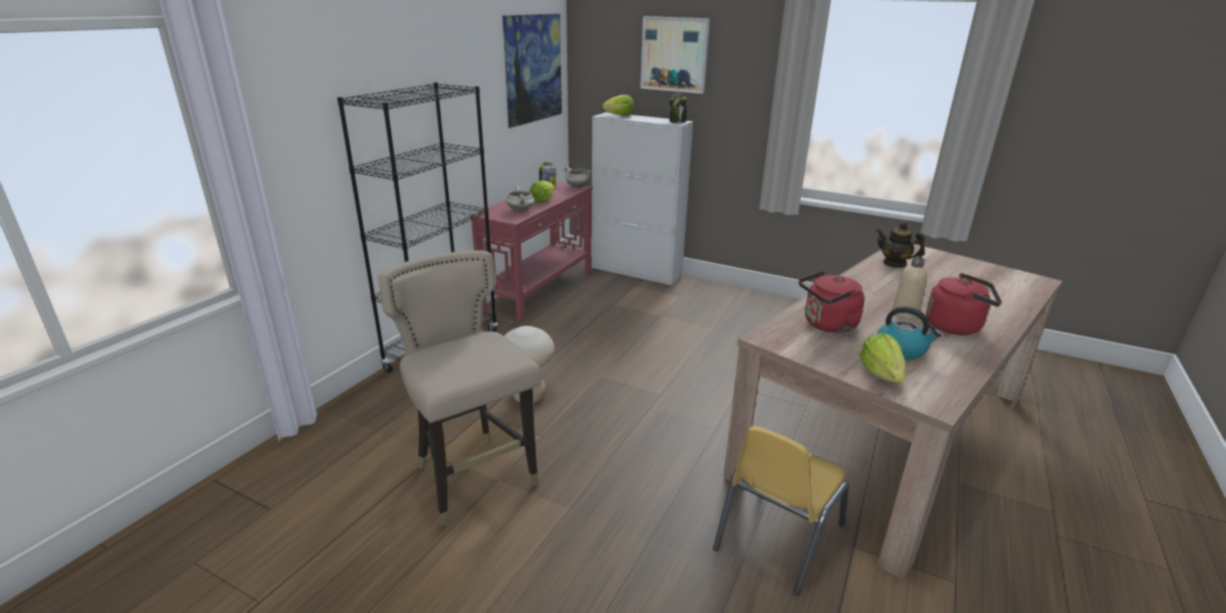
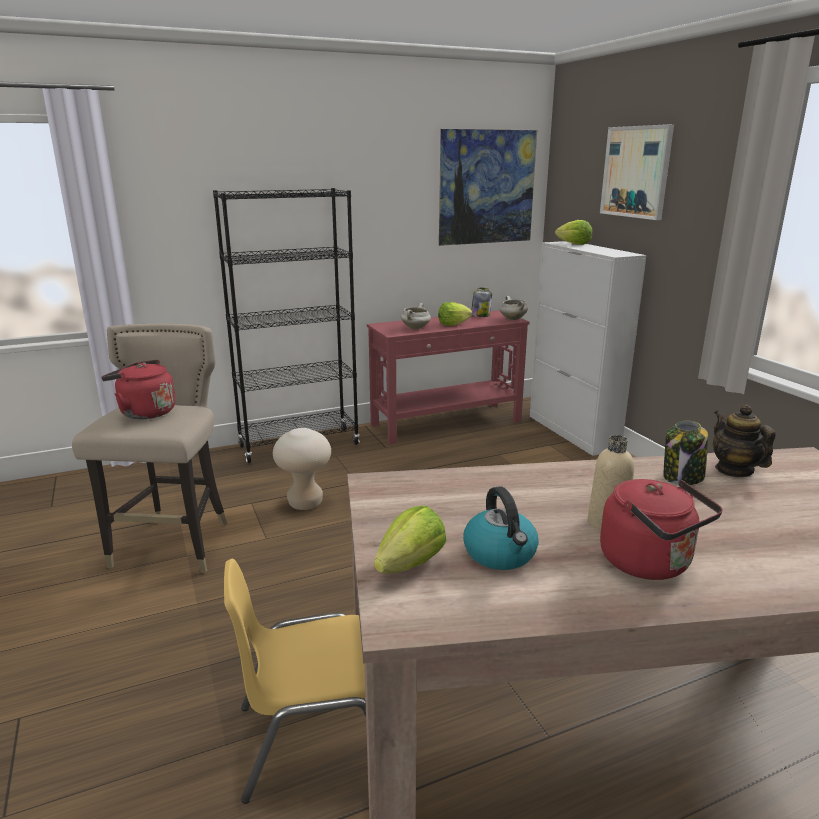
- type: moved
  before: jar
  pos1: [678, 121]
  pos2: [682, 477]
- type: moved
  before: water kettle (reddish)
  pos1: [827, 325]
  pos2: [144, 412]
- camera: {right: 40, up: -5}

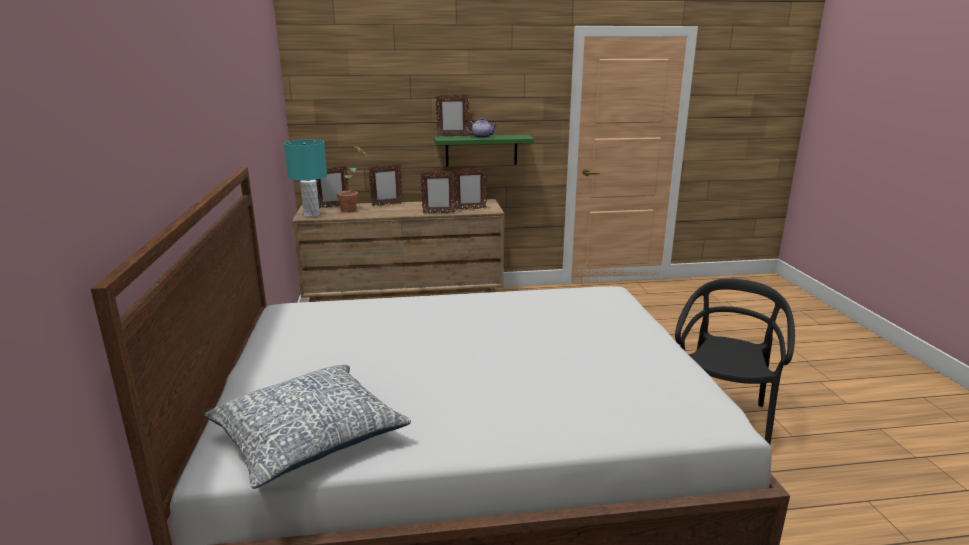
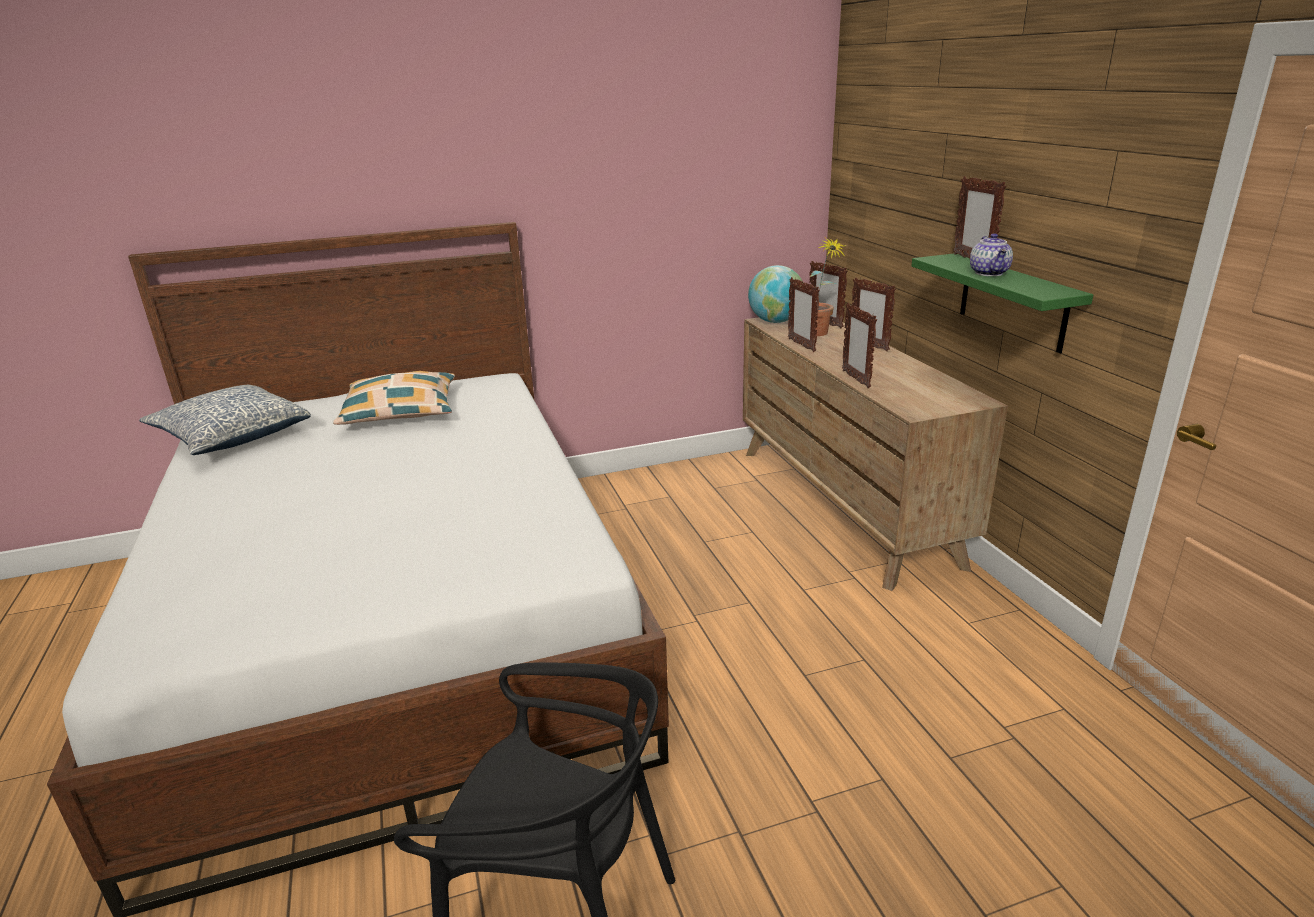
- type: replaced
  before: table lamp (turquoise)
  after: globe
  pos1: [311, 215]
  pos2: [775, 321]
- type: moved
  before: standing frame
  pos1: [470, 209]
  pos2: [801, 345]
- type: added
  after: pillow
  pos2: [400, 411]
- camera: {right: 80, up: 5}

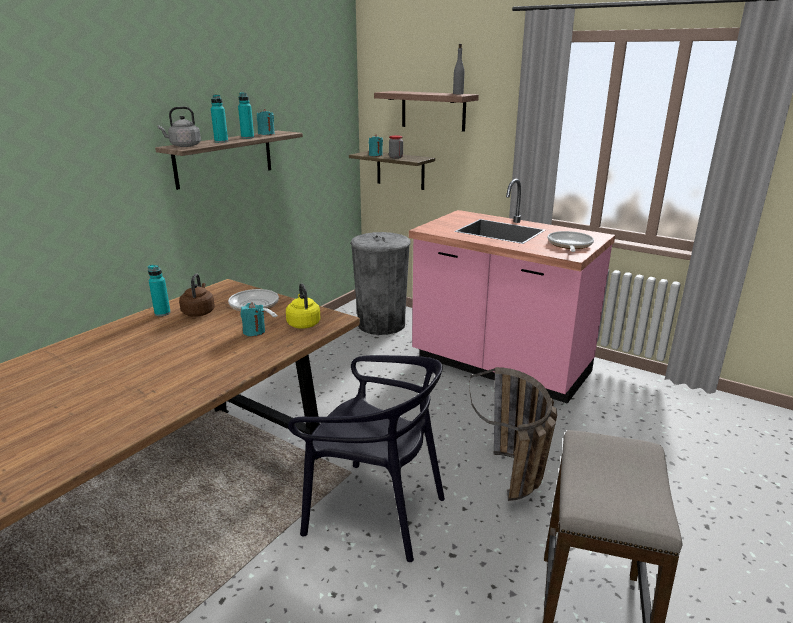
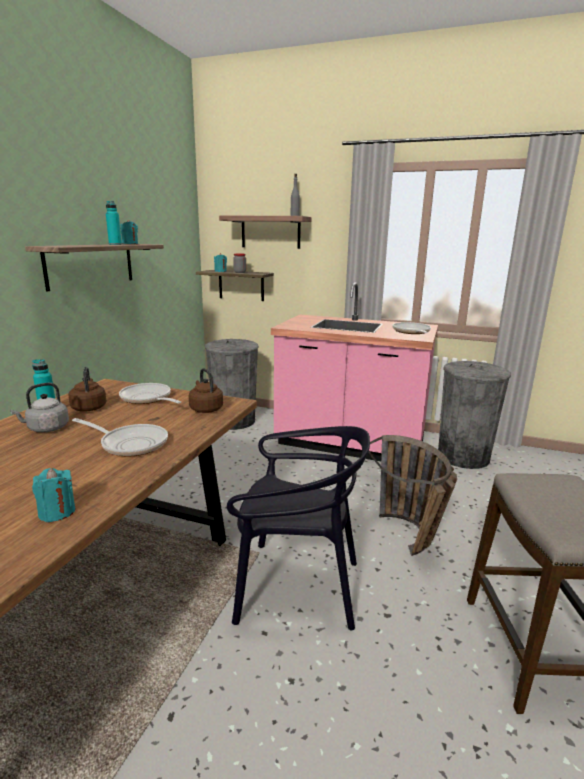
- type: removed
  before: bottle (turquoise)
  pos1: [221, 142]
- type: moved
  before: water kettle (grey)
  pos1: [183, 146]
  pos2: [46, 429]
- type: recoloured
  before: water kettle (yellow)
  after: water kettle (brown)
  pos1: [303, 323]
  pos2: [205, 409]
- type: moved
  before: wax candle (turquoise)
  pos1: [254, 332]
  pos2: [57, 512]
- type: added
  after: waste bin (grey)
  pos2: [463, 456]
- type: added
  after: frying pan
  pos2: [130, 444]
- camera: {right: -15, up: -5}

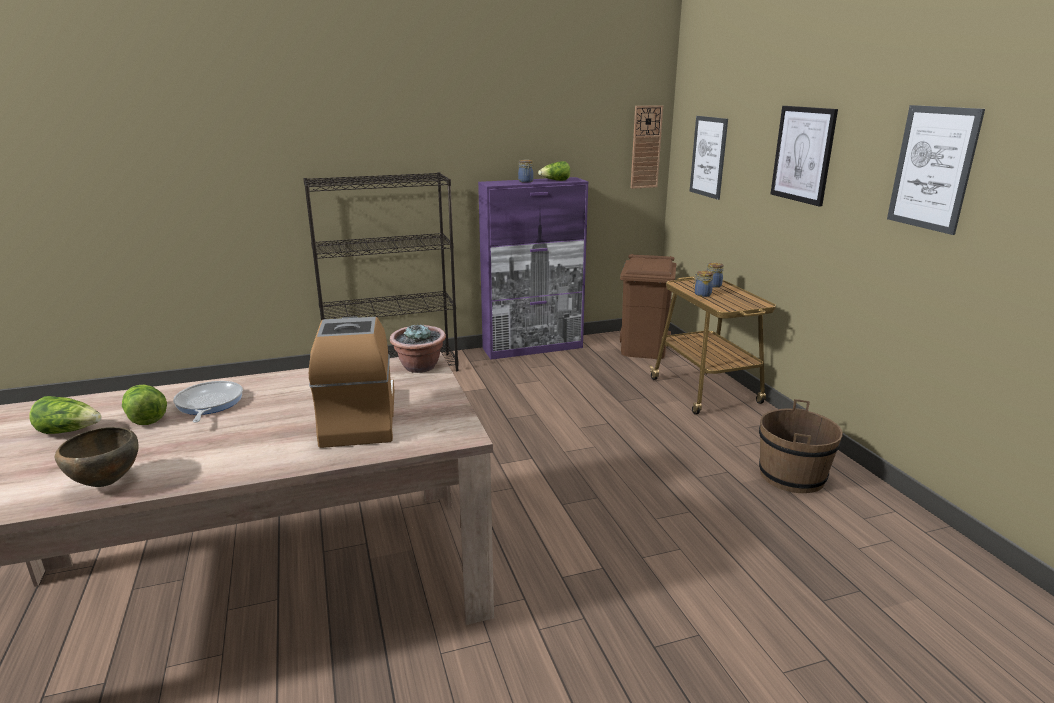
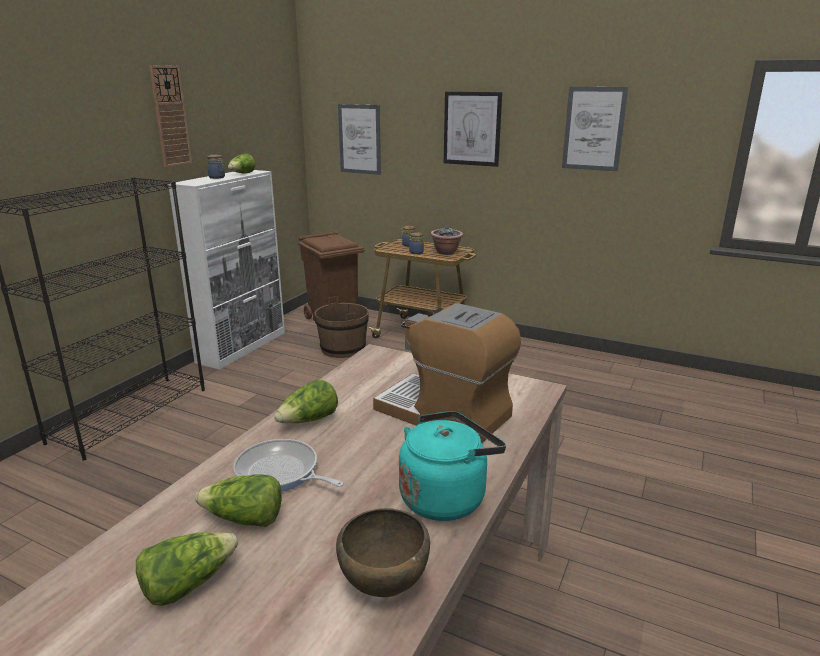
- type: moved
  before: clock on the wall
  pos1: [646, 147]
  pos2: [170, 116]
- type: recoloured
  before: cupboard (purple-coloured)
  after: cupboard (white)
  pos1: [533, 348]
  pos2: [242, 347]
- type: moved
  before: potted plant
  pos1: [420, 367]
  pos2: [446, 252]
- type: moved
  before: pail (brown)
  pos1: [792, 476]
  pos2: [343, 349]
- type: added
  after: head of lettuce
  pos2: [309, 421]
- type: added
  after: water kettle (turquoise)
  pos2: [446, 496]
- camera: {right: -45, up: 0}

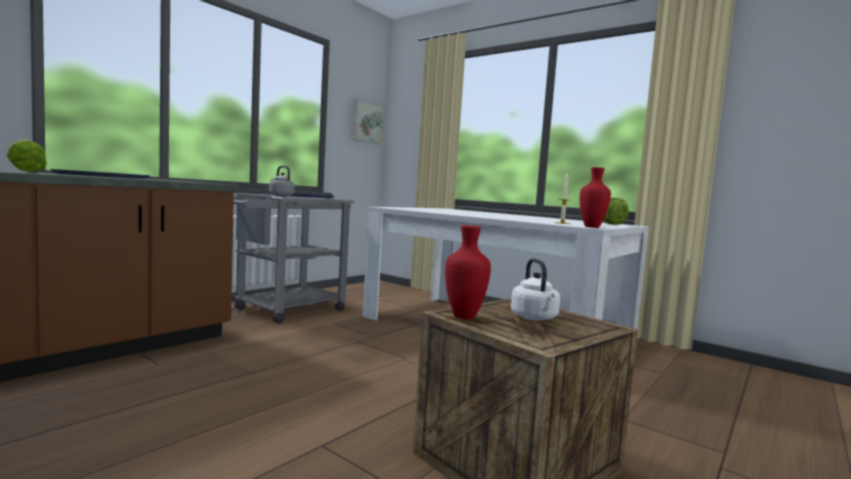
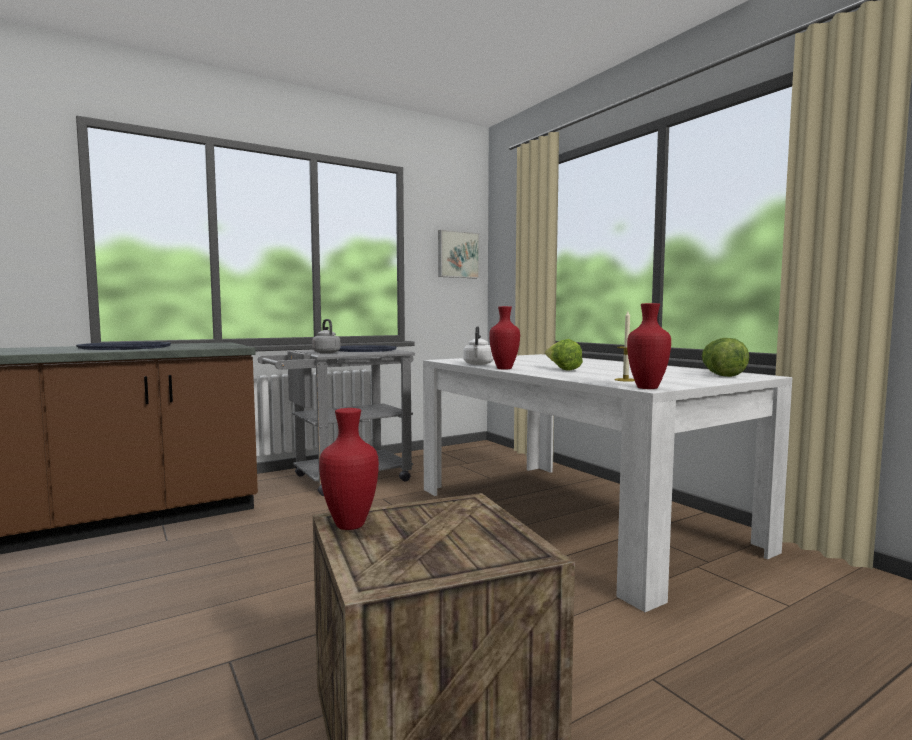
- type: moved
  before: head of lettuce
  pos1: [28, 171]
  pos2: [561, 369]
- type: moved
  before: water kettle (white)
  pos1: [535, 318]
  pos2: [478, 364]
- type: added
  after: flower vase (reddish)
  pos2: [505, 368]
- camera: {right: 20, up: 0}

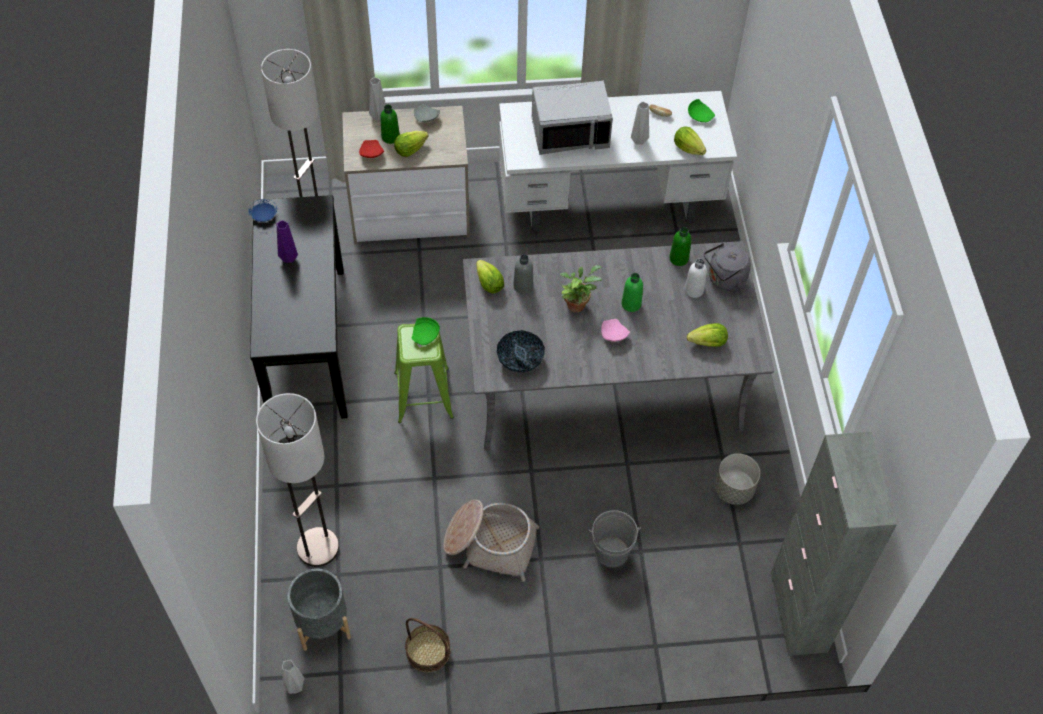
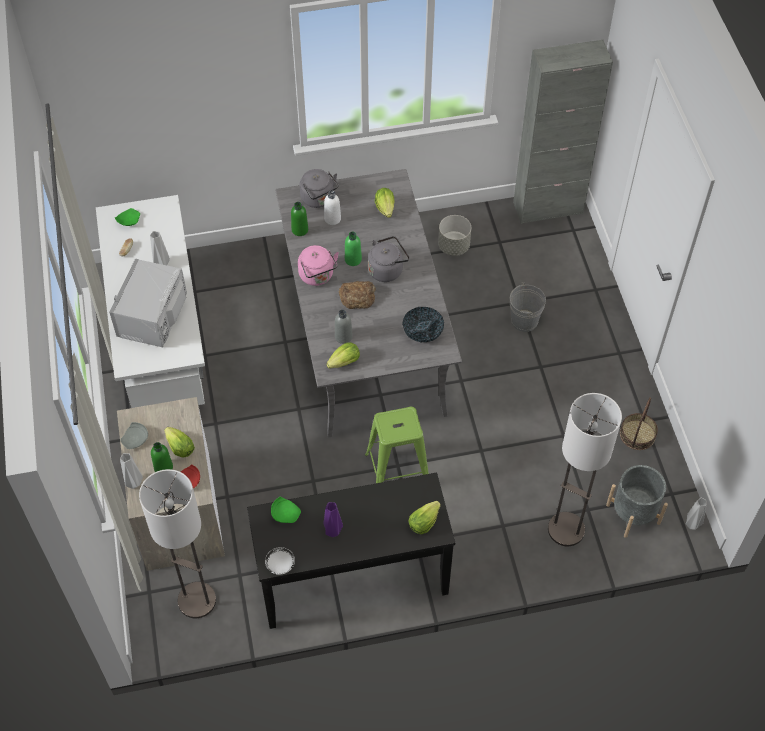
- type: turned
  before: microwave oven (grey)
  pos1: [570, 133]
  pos2: [153, 317]
  turn: -150
- type: moved
  before: head of lettuce
  pos1: [688, 148]
  pos2: [423, 522]
- type: recoloured
  before: dinner plate (bluish)
  after: dinner plate (white)
  pos1: [263, 216]
  pos2: [280, 565]
- type: replaced
  before: potted plant
  after: bakery bread
  pos1: [577, 303]
  pos2: [357, 296]
- type: moved
  before: dinner plate (greenish)
  pos1: [425, 335]
  pos2: [285, 513]
- type: replaced
  before: dinner plate (pink-coloured)
  after: water kettle (grey)
  pos1: [613, 335]
  pos2: [387, 270]
- type: removed
  before: basket
  pos1: [490, 544]
- type: added
  after: water kettle (pink-coloured)
  pos2: [317, 276]
- camera: {right: -95, up: 0}

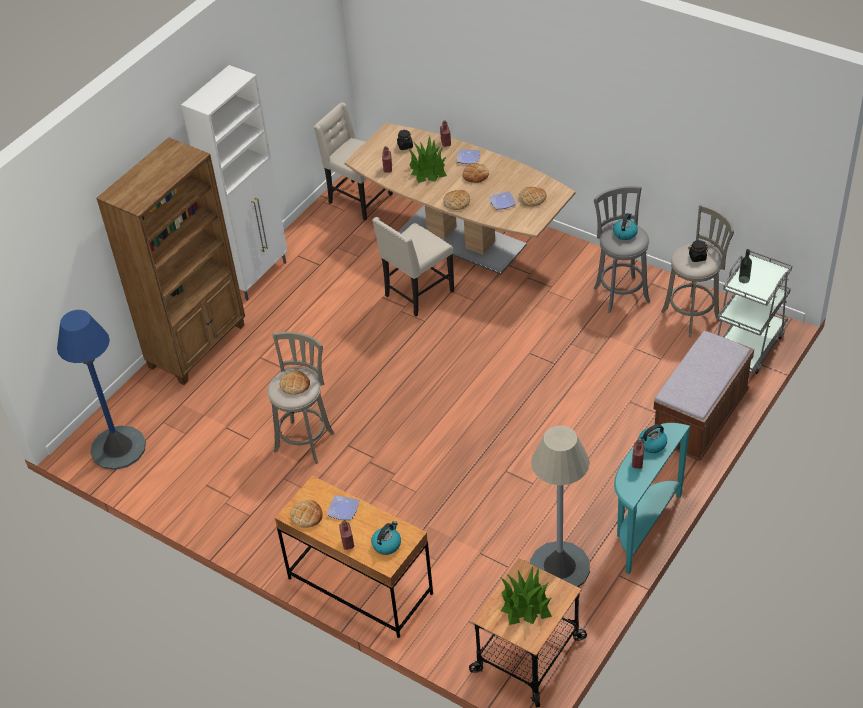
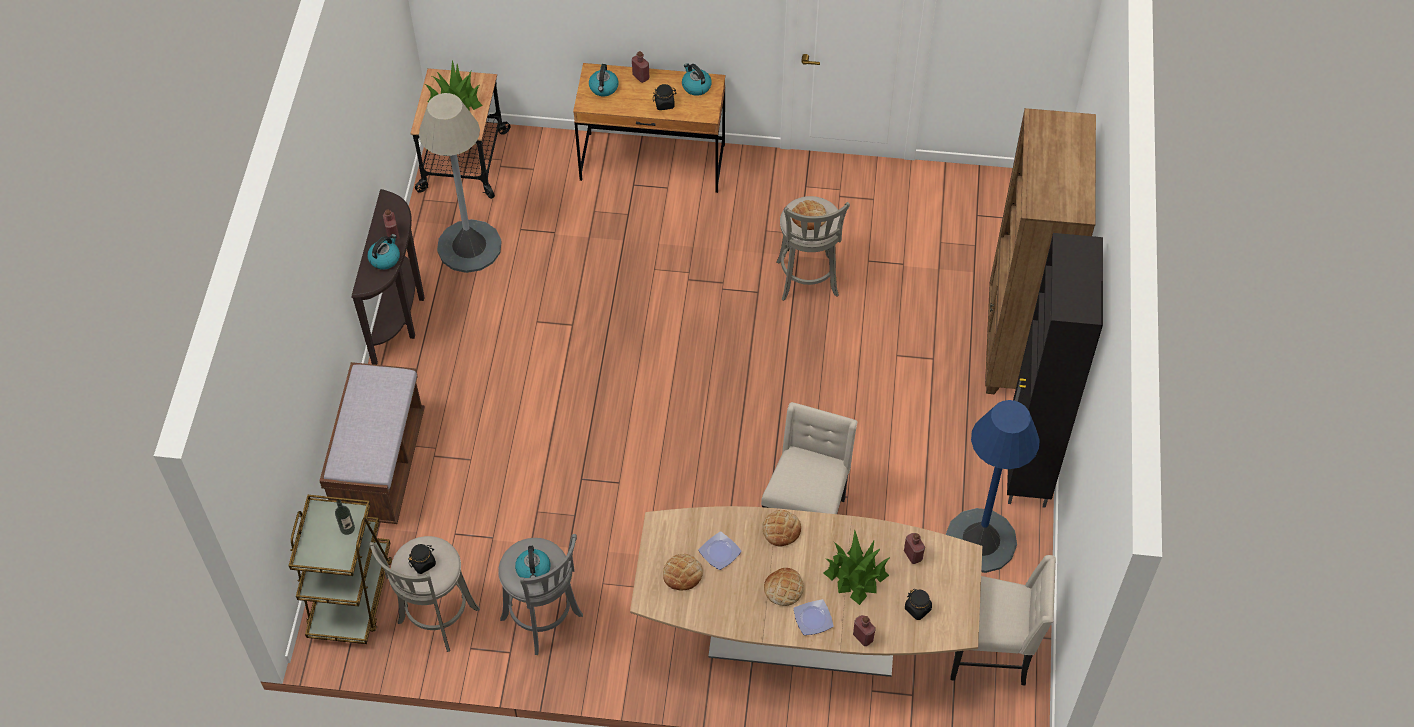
- type: recoloured
  before: cupboard (white)
  after: cupboard (black-coloured)
  pos1: [257, 276]
  pos2: [1026, 468]
- type: recoloured
  before: trolley (grey)
  after: trolley (brown)
  pos1: [748, 345]
  pos2: [351, 595]
- type: moved
  before: floor lamp (bluish)
  pos1: [118, 448]
  pos2: [981, 540]
- type: recoloured
  before: console table (turquoise)
  after: console table (brown)
  pos1: [642, 528]
  pos2: [401, 315]
- type: replaced
  before: dinner plate
  after: jar (black-coloured)
  pos1: [344, 509]
  pos2: [664, 103]
- type: replaced
  before: bakery bread
  after: water kettle
  pos1: [306, 515]
  pos2: [696, 86]
- camera: {right: 150, up: 10}

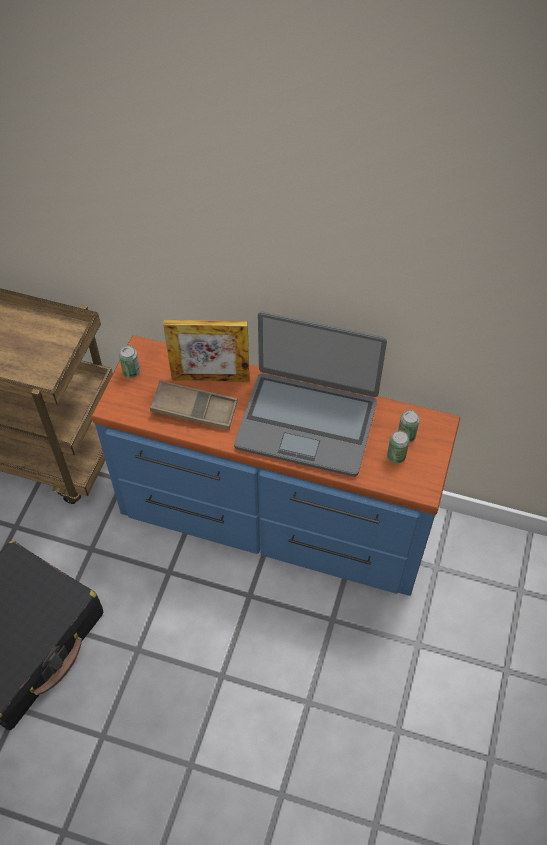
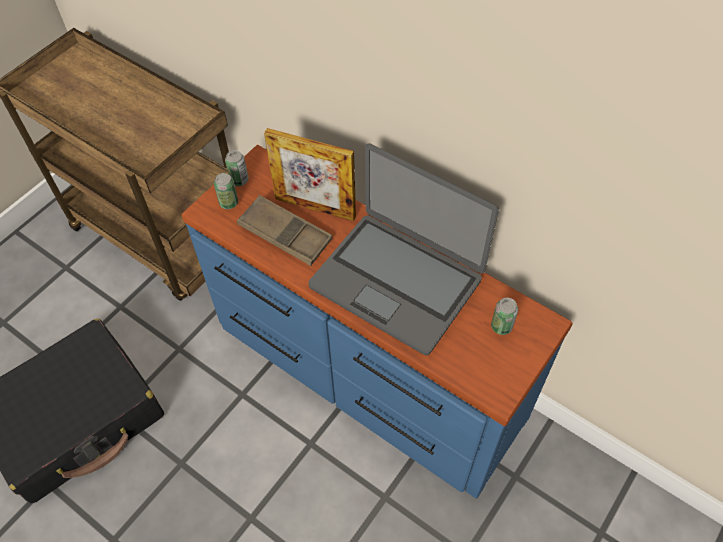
- type: moved
  before: sealed can
  pos1: [396, 456]
  pos2: [229, 203]
- camera: {right: 20, up: 0}

